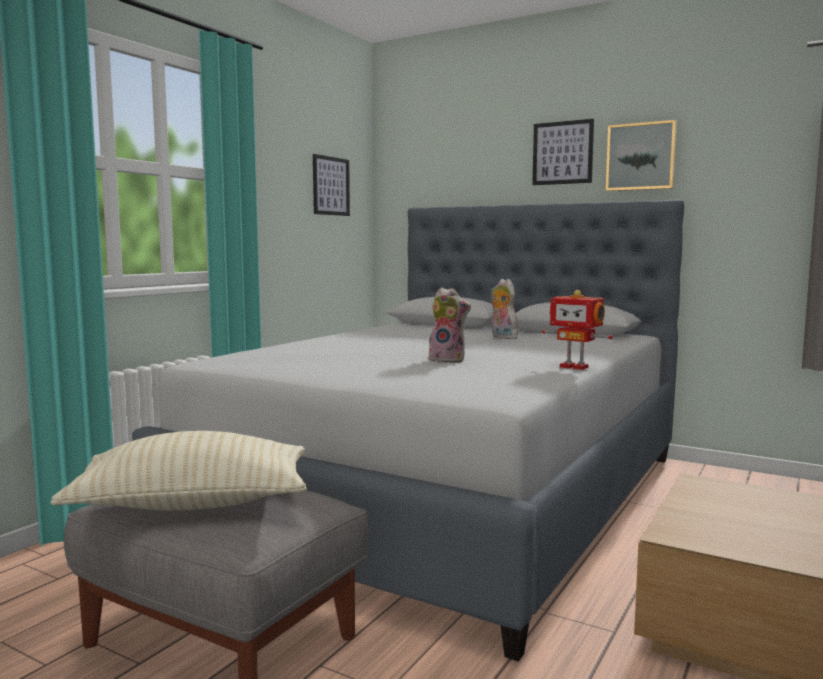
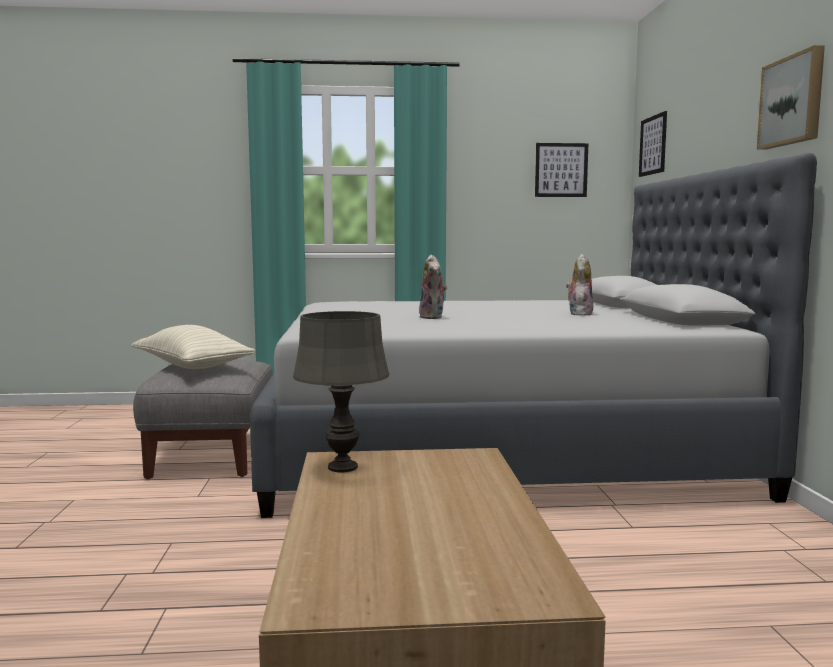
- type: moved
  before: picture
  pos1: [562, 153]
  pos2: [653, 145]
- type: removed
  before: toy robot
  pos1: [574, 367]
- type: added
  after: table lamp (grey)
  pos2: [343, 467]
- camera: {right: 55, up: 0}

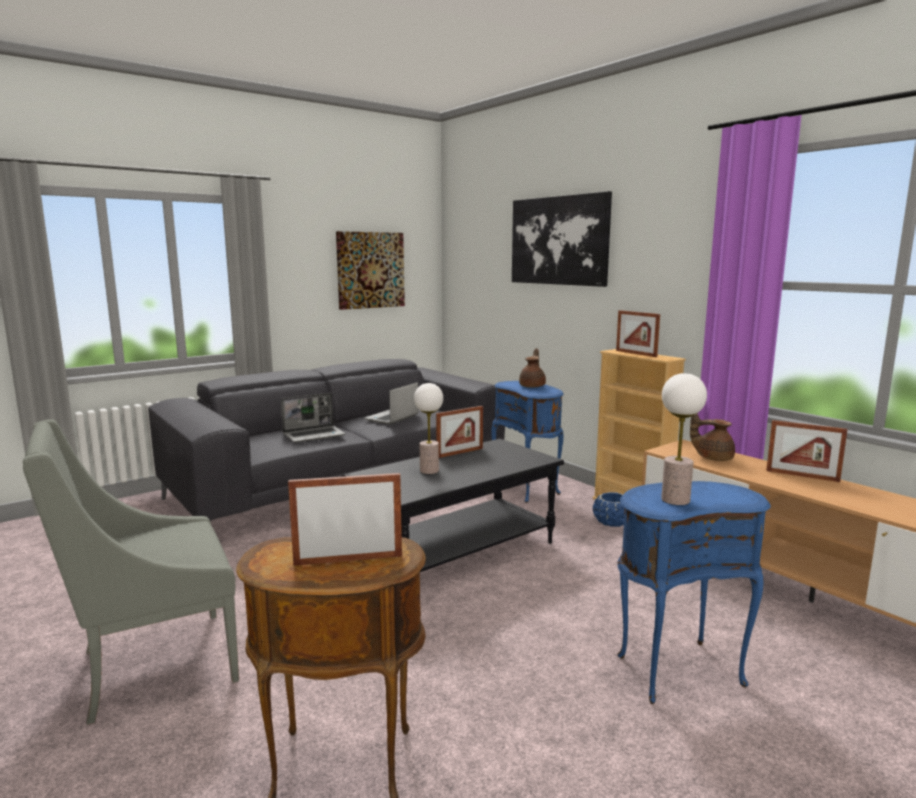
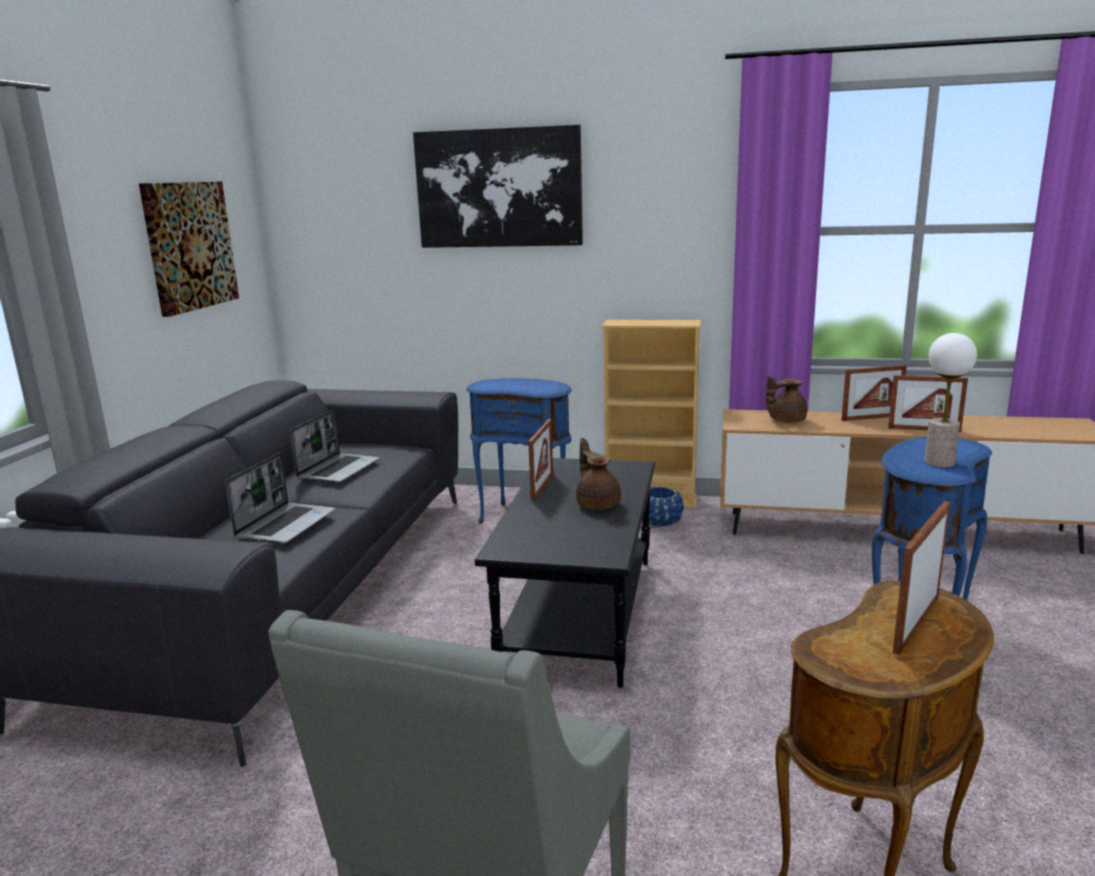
- type: moved
  before: standing frame
  pos1: [636, 353]
  pos2: [924, 429]
- type: moved
  before: pot for tea (brown)
  pos1: [533, 386]
  pos2: [597, 503]
- type: turned
  before: laptop
  pos1: [392, 418]
  pos2: [339, 469]
  turn: -150
- type: removed
  before: table lamp
  pos1: [429, 471]
- camera: {right: -40, up: 5}

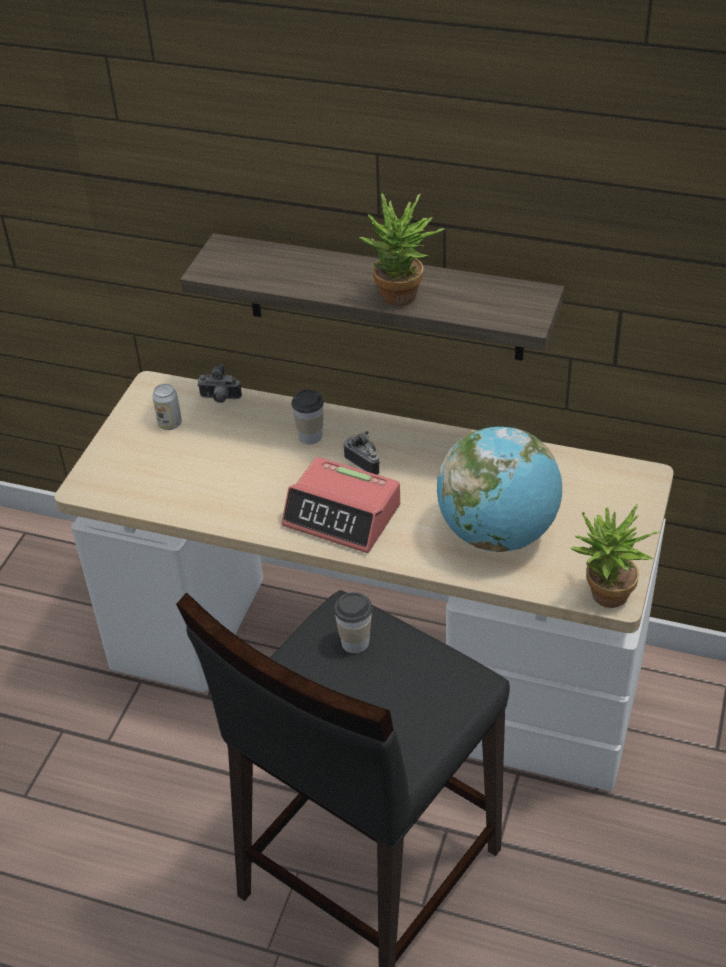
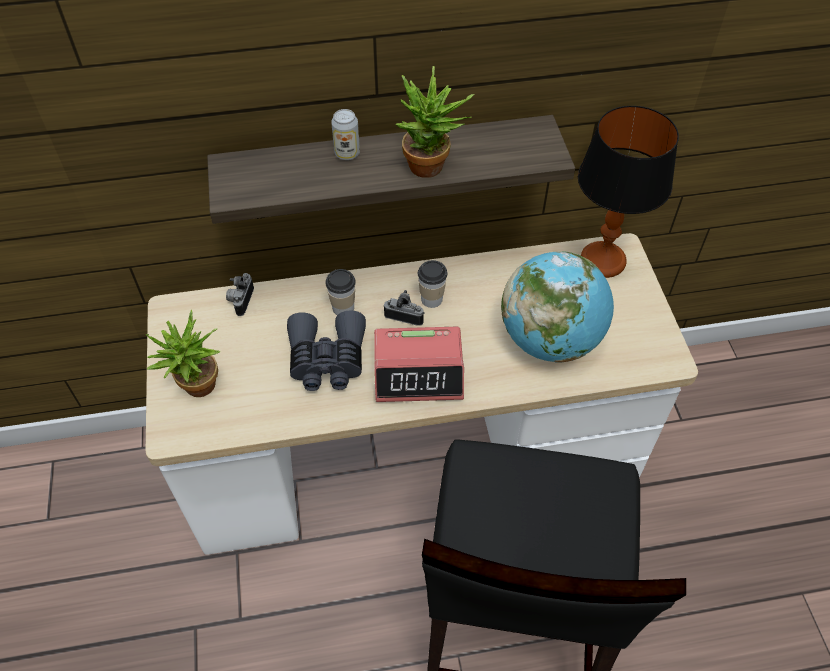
- type: turned
  before: still camera
  pos1: [220, 399]
  pos2: [241, 300]
  turn: 120
- type: moved
  before: sealed can
  pos1: [170, 424]
  pos2: [347, 153]
- type: moved
  before: potted plant
  pos1: [605, 599]
  pos2: [197, 390]
- type: moved
  before: cup
  pos1: [355, 642]
  pos2: [431, 299]
- type: added
  after: table lamp
  pos2: [603, 261]
- type: added
  after: field glasses (grey)
  pos2: [327, 360]
- camera: {right: -30, up: 10}

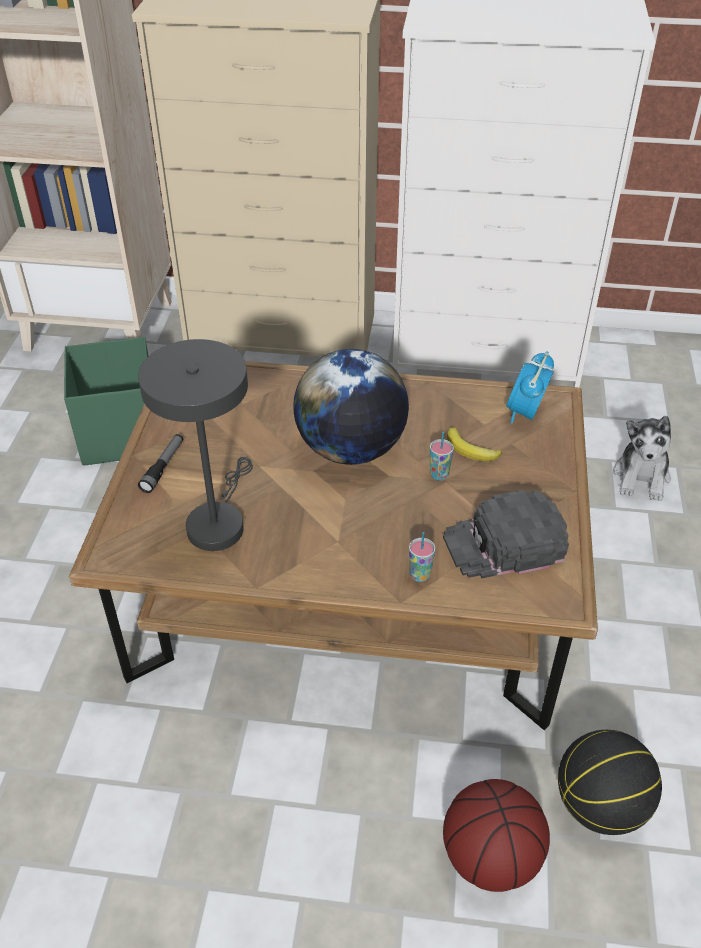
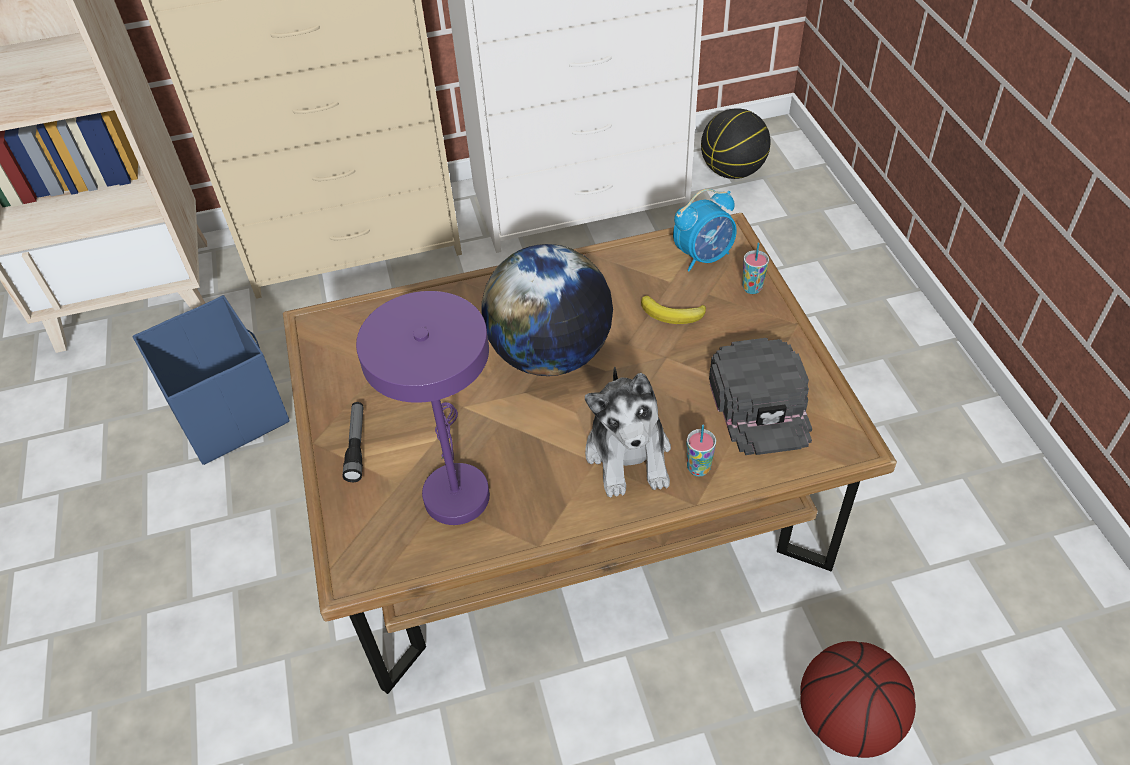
- type: recoloured
  before: storage box (greenish)
  after: storage box (bluish)
  pos1: [121, 433]
  pos2: [229, 412]
- type: recoloured
  before: table lamp (grey)
  after: table lamp (purple-coloured)
  pos1: [217, 521]
  pos2: [454, 486]
- type: turned
  before: table clock
  pos1: [525, 413]
  pos2: [704, 256]
  turn: -120
- type: moved
  before: soft toy
  pos1: [641, 477]
  pos2: [629, 454]
- type: moved
  before: cup
  pos1: [439, 475]
  pos2: [752, 288]
- type: turned
  before: cap (black-coloured)
  pos1: [504, 544]
  pos2: [761, 404]
  turn: -60
- type: moved
  before: basketball
  pos1: [600, 805]
  pos2: [733, 171]
- camera: {right: -20, up: 5}

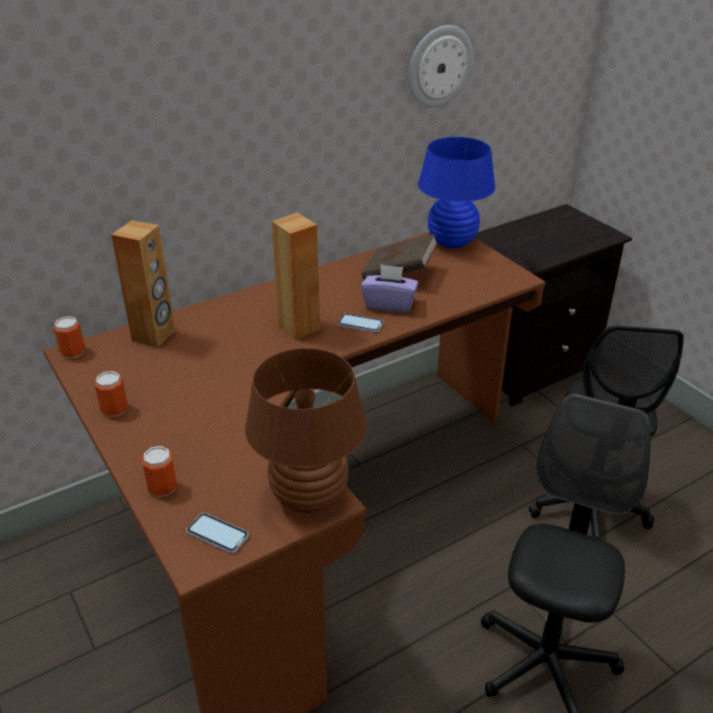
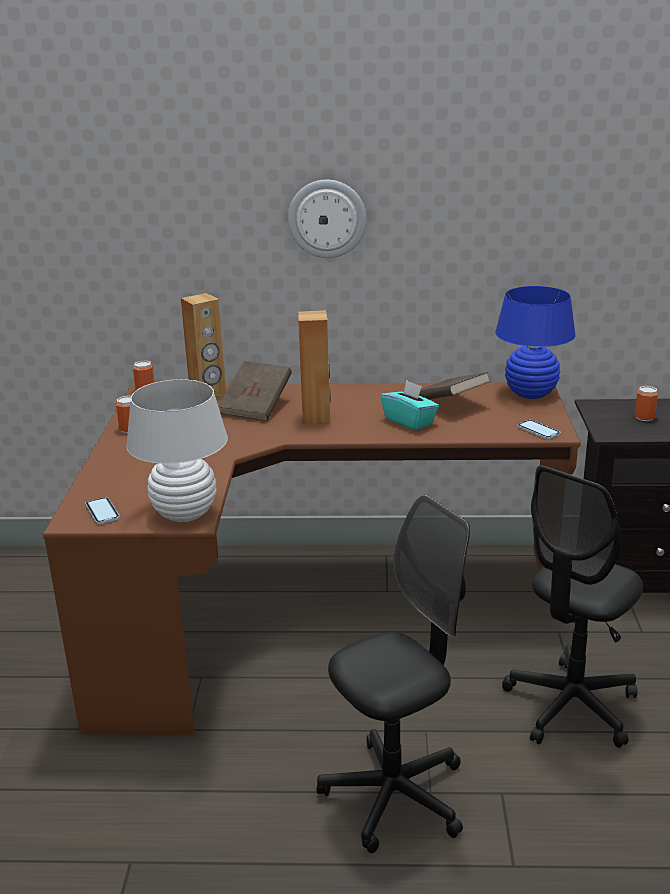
- type: moved
  before: clock on the wall
  pos1: [439, 66]
  pos2: [327, 218]
- type: recoloured
  before: box of tissues (purple-coloured)
  after: box of tissues (turquoise)
  pos1: [389, 304]
  pos2: [409, 421]
- type: moved
  before: handset
  pos1: [360, 324]
  pos2: [538, 431]
- type: recoloured
  before: table lamp (brown)
  after: table lamp (white)
  pos1: [309, 497]
  pos2: [184, 513]
- type: moved
  before: sealed can
  pos1: [162, 487]
  pos2: [644, 417]
- type: added
  after: bound book (brown)
  pos2: [257, 406]
- camera: {right: 35, up: -10}

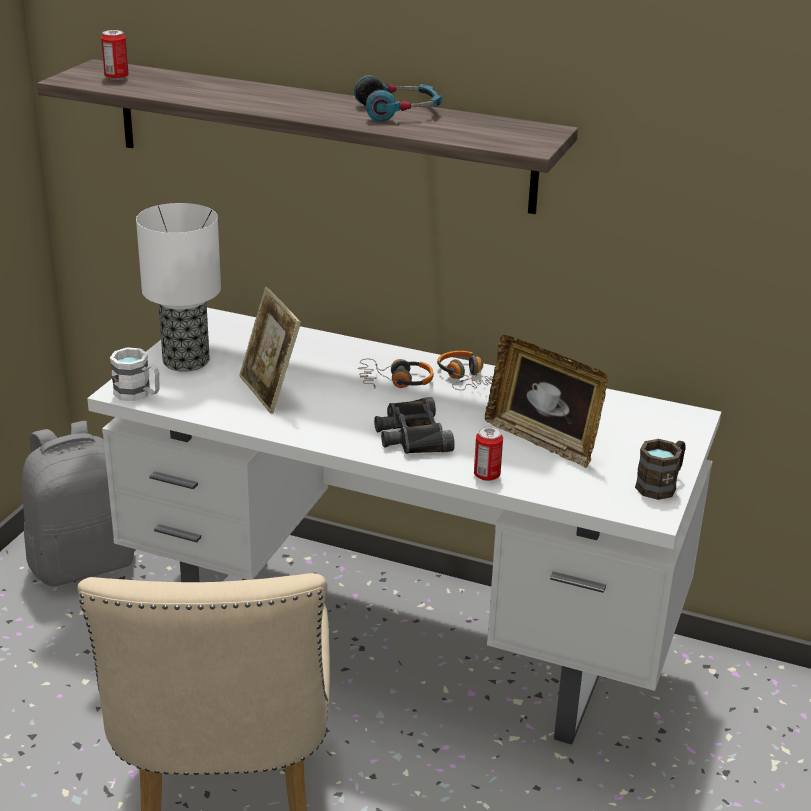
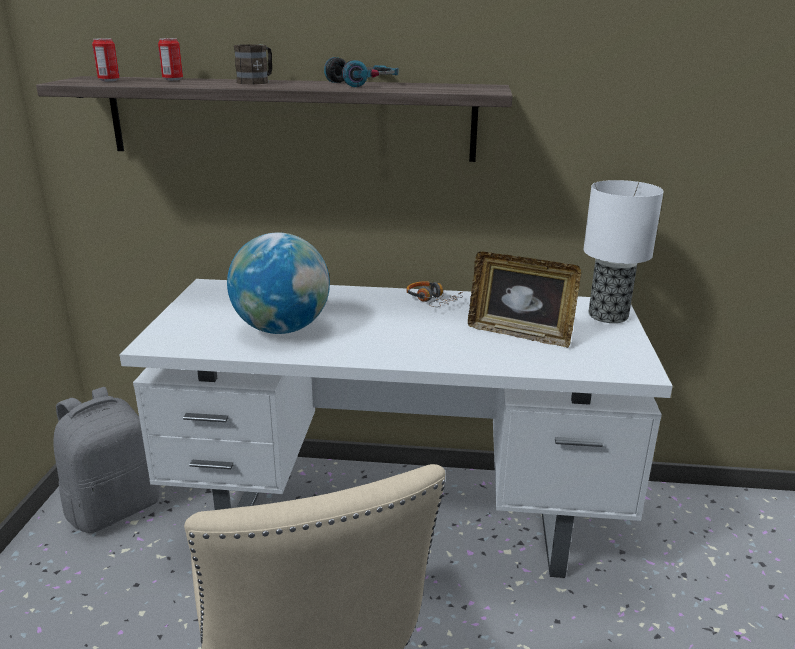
- type: moved
  before: table lamp
  pos1: [184, 361]
  pos2: [607, 315]
- type: replaced
  before: standing frame
  after: globe
  pos1: [270, 392]
  pos2: [282, 329]
- type: removed
  before: coffee mug (white)
  pos1: [138, 394]
- type: removed
  before: headset
  pos1: [395, 382]
- type: removed
  before: field glasses (black-coloured)
  pos1: [412, 435]
- type: moved
  before: sealed can
  pos1: [486, 475]
  pos2: [172, 79]
- type: moved
  before: coffee mug (brown)
  pos1: [661, 485]
  pos2: [257, 82]
- camera: {right: -15, up: -5}

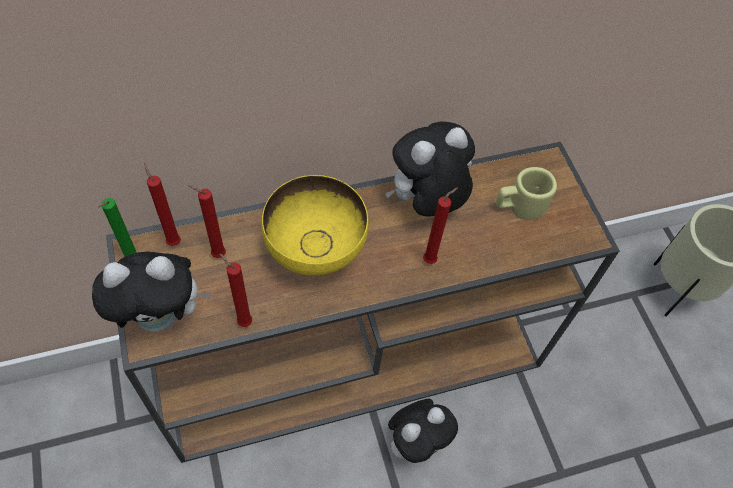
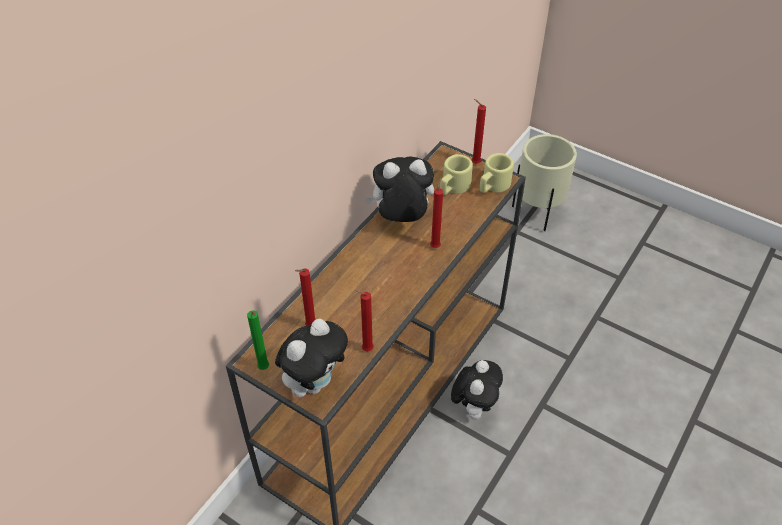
- type: turned
  before: soft toy
  pos1: [426, 203]
  pos2: [401, 219]
  turn: 60
- type: moved
  before: wax candle (reddish)
  pos1: [173, 241]
  pos2: [474, 163]
- type: removed
  before: bowl (yellow)
  pos1: [315, 250]
- type: added
  after: coffee mug (sand-coloured)
  pos2: [493, 186]
- camera: {right: -35, up: -10}

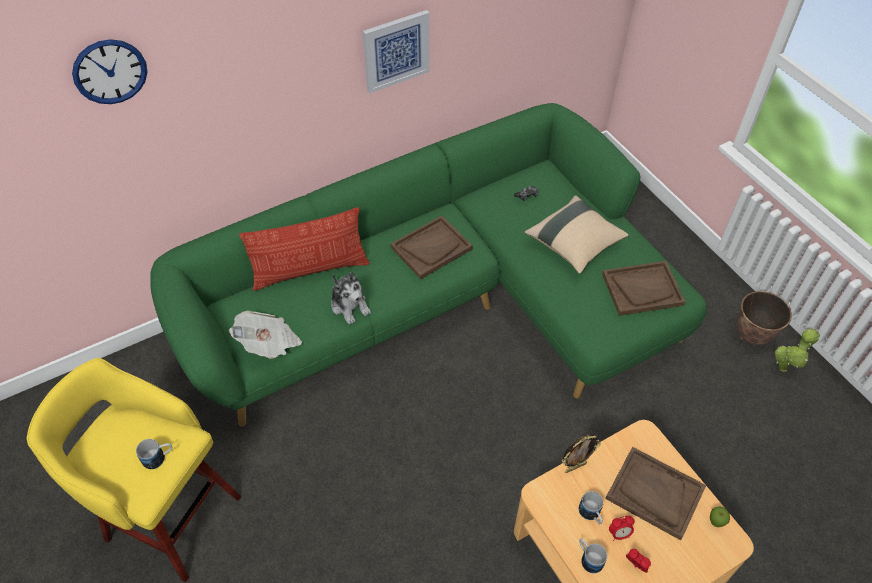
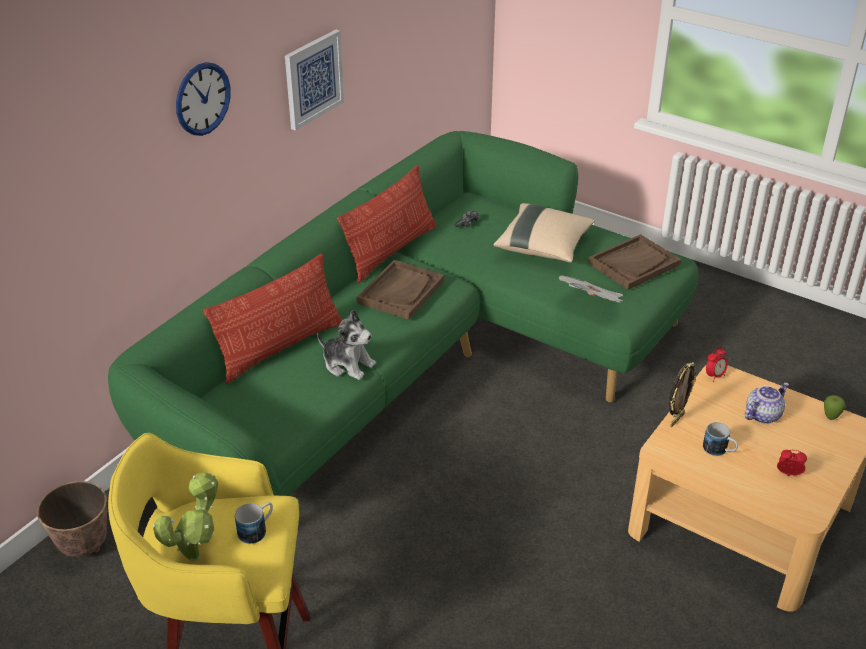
- type: moved
  before: clock on the wall
  pos1: [110, 72]
  pos2: [202, 99]
- type: moved
  before: plant pot
  pos1: [752, 335]
  pos2: [83, 546]
- type: moved
  before: daily paper
  pos1: [269, 344]
  pos2: [592, 304]
- type: moved
  before: potted plant
  pos1: [784, 367]
  pos2: [197, 554]
- type: replaced
  before: carrying tray (brown)
  after: pot for tea
  pos1: [654, 493]
  pos2: [762, 414]
- type: moved
  before: table clock
  pos1: [619, 534]
  pos2: [714, 376]
- type: removed
  before: coffee mug
  pos1: [588, 558]
- type: added
  after: pillow
  pos2: [391, 251]
- camera: {right: -25, up: -15}

